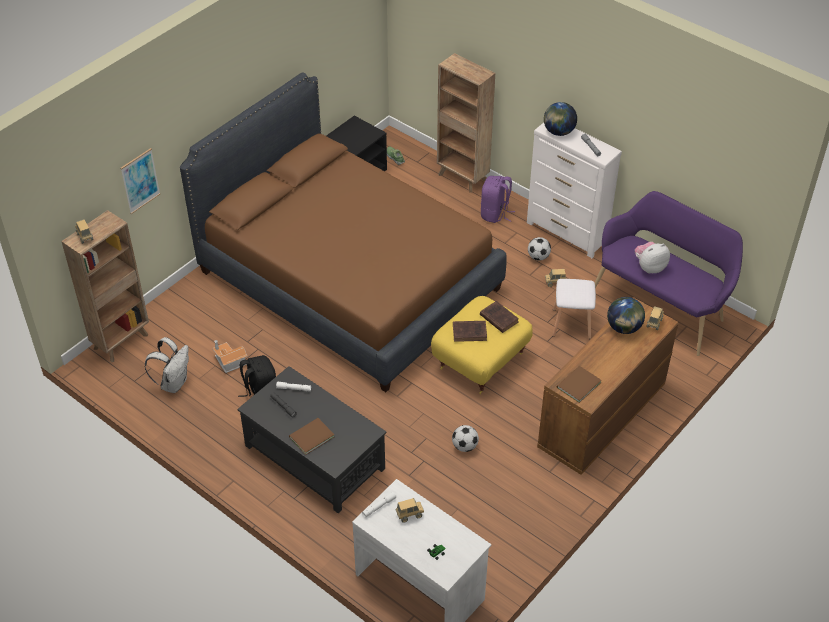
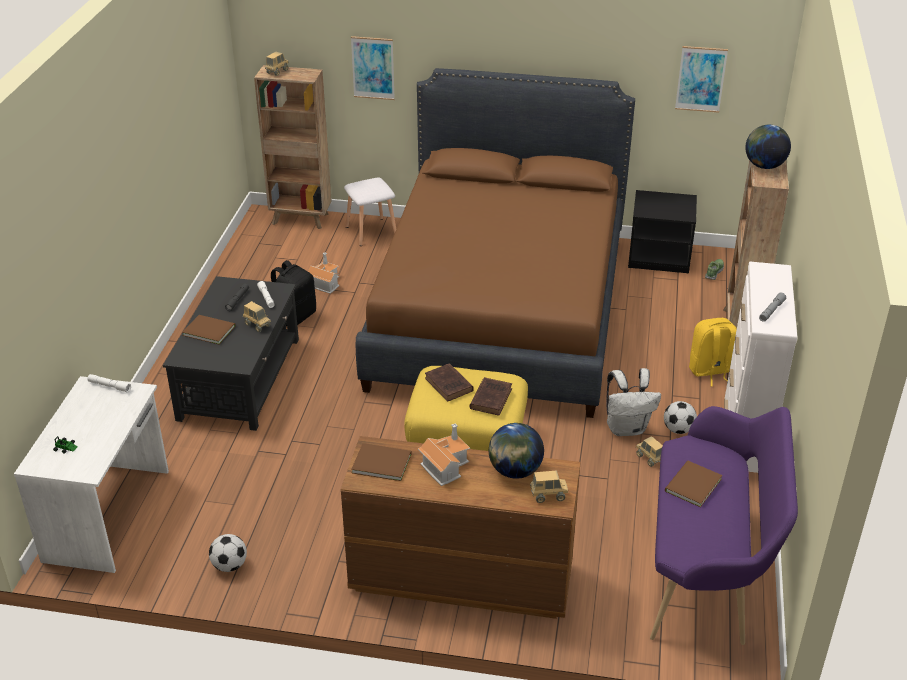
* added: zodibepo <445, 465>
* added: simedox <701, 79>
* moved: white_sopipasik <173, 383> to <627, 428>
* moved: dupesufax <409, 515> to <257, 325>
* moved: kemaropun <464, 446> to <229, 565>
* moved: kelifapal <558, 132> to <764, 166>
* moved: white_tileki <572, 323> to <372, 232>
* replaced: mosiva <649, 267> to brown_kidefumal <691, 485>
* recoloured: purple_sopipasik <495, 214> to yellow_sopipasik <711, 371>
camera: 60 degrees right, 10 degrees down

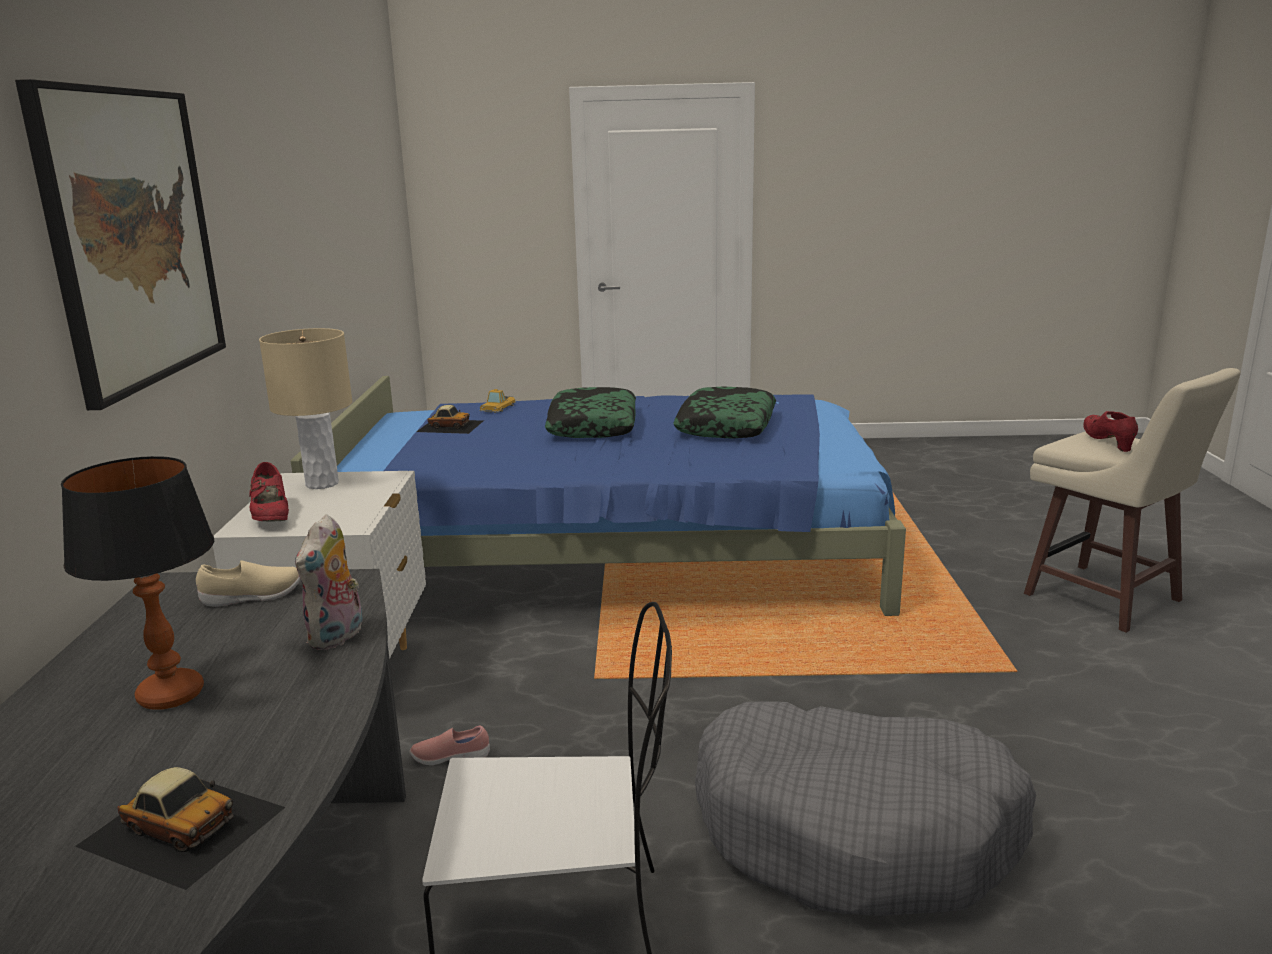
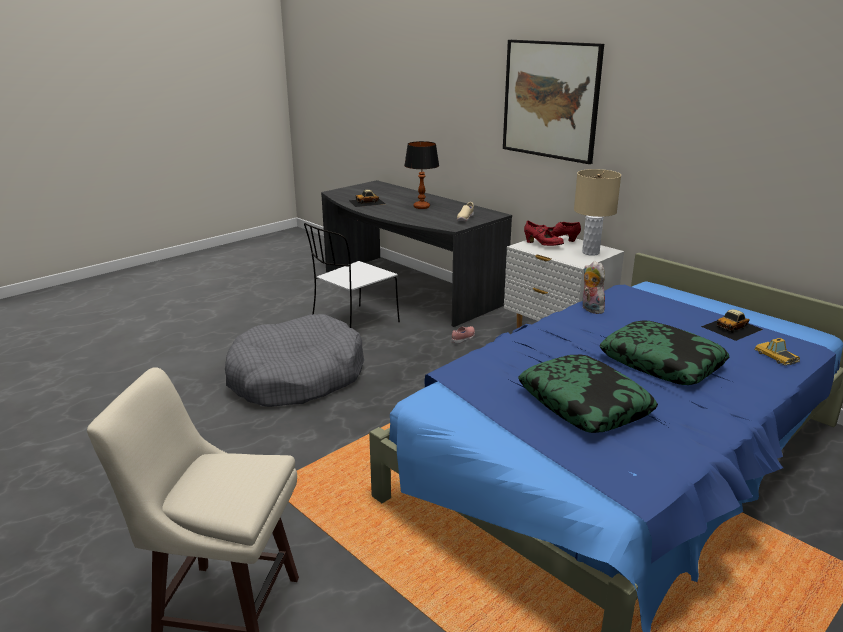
* moved: mosiva <338, 637> to <590, 309>
* moved: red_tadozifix <1108, 443> to <542, 245>
camera: 135 degrees right, 5 degrees up

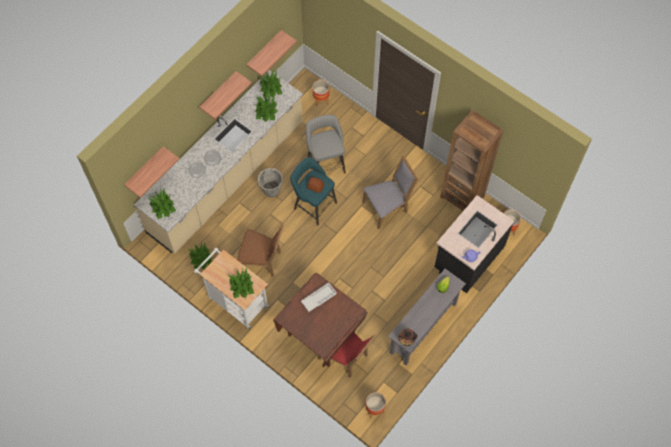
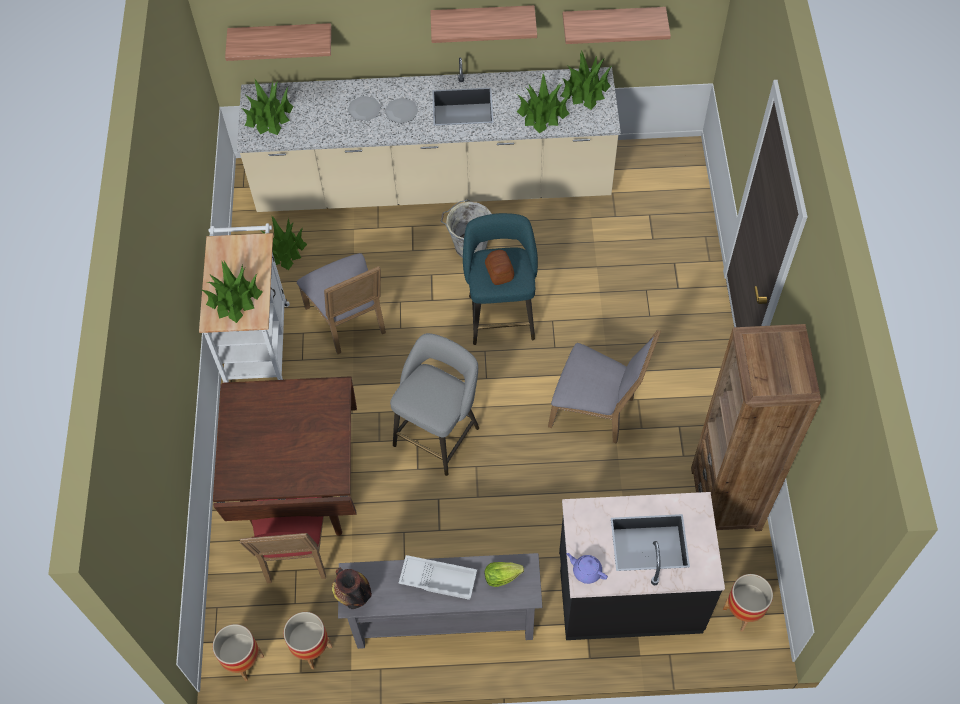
* moved: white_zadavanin <318, 298> to <439, 579>
* moved: grey_tileki <325, 162> to <439, 433>
* moved: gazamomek <321, 100> to <311, 649>
* recoloured: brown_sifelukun <262, 261> to grey_sifelukun <349, 322>
camera: 50 degrees right, 5 degrees down

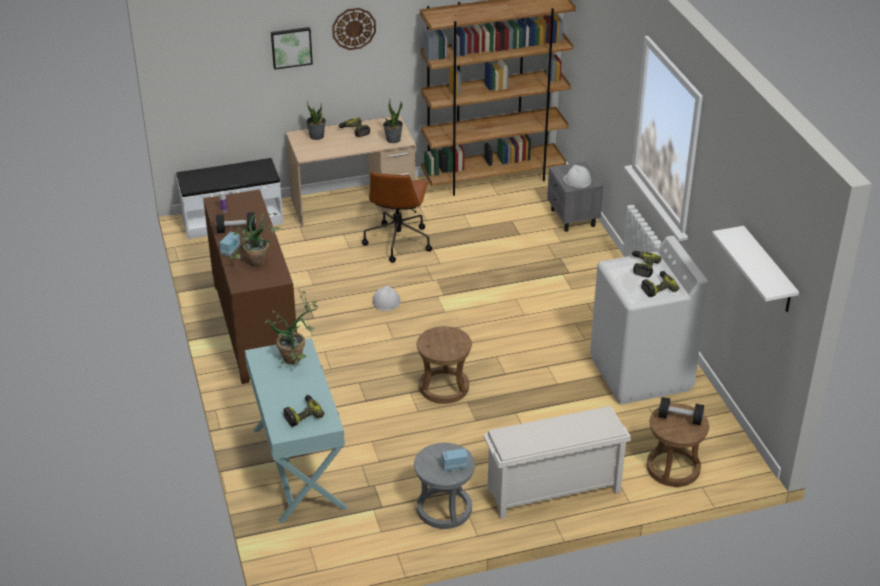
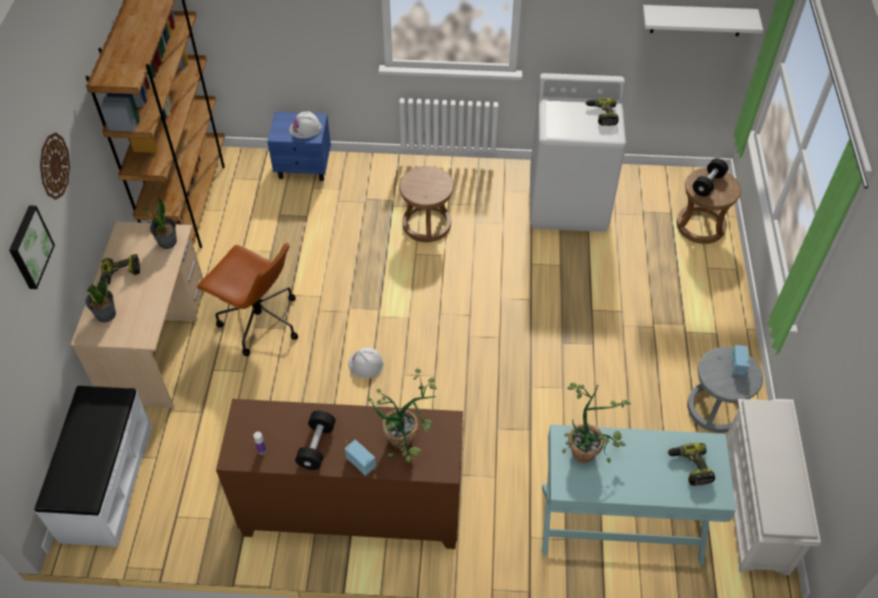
* removed: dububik <642, 267>
* moved: brown_tileki <444, 387> to <426, 224>
* moved: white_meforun <552, 491> to <755, 508>
* recoloured: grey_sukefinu <573, 218> to blue_sukefinu <304, 167>
camera: 70 degrees left, 15 degrees up

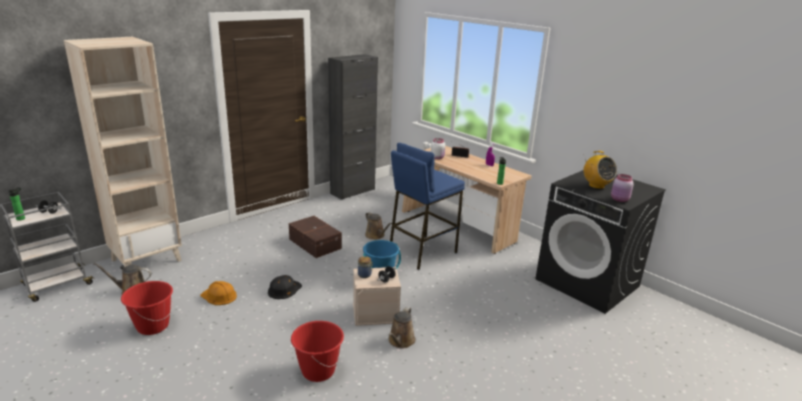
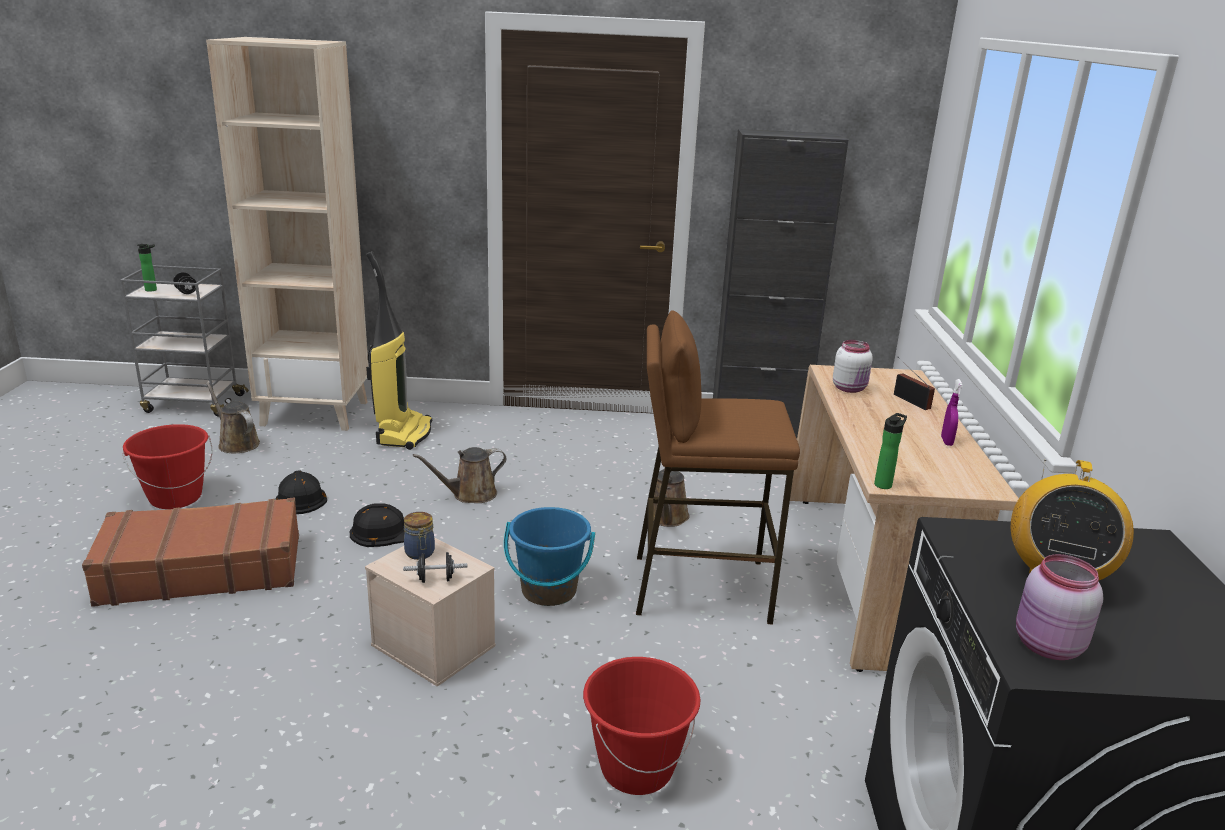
* removed: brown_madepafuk <315, 243>
* added: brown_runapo <202, 569>
* added: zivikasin <403, 433>
* moved: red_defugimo <318, 371> to <636, 768>
* moved: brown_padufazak <400, 341> to <470, 495>
* recoloured: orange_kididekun <219, 296> to black_kididekun <300, 498>
* recoloured: blue_tileki <422, 252> to brown_tileki <700, 587>
camera: 45 degrees right, 0 degrees up

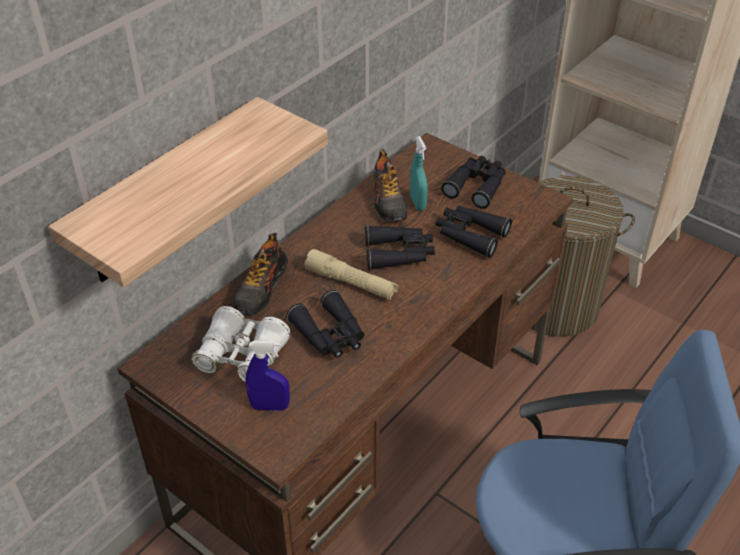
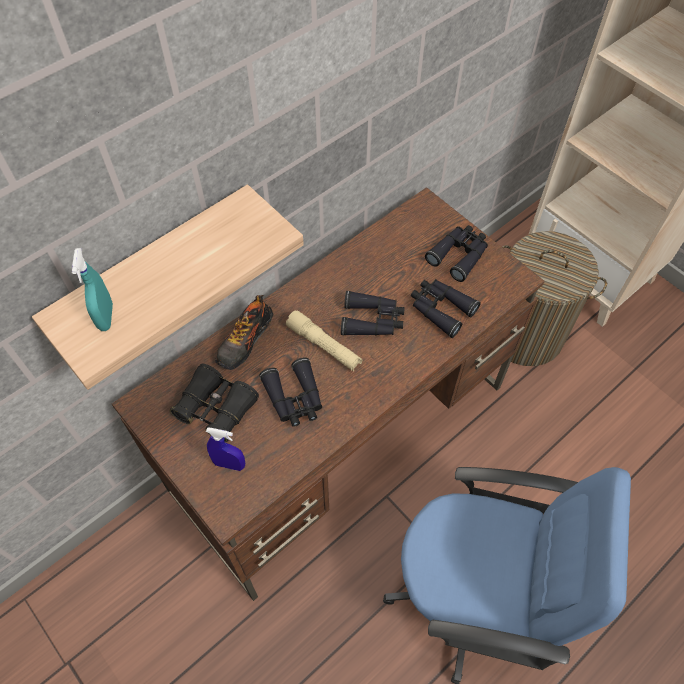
* removed: tadozifix <388, 201>
* moved: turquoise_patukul <417, 203> to <106, 317>
* recoloured: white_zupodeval <242, 356> to black_zupodeval <216, 408>
camera: 10 degrees right, 15 degrees up

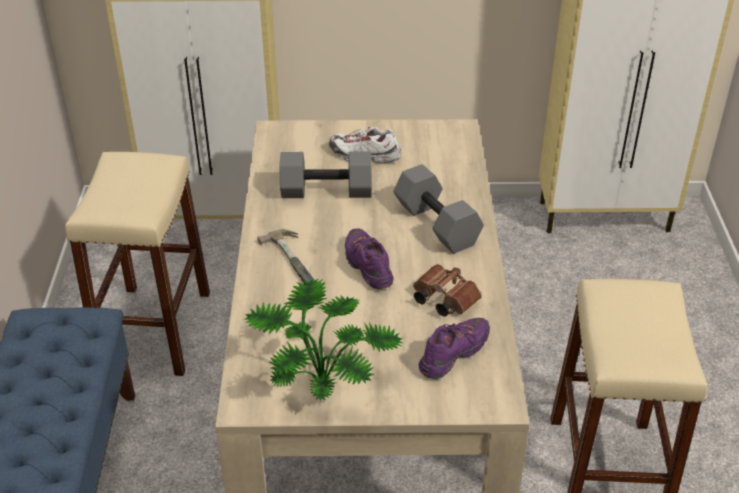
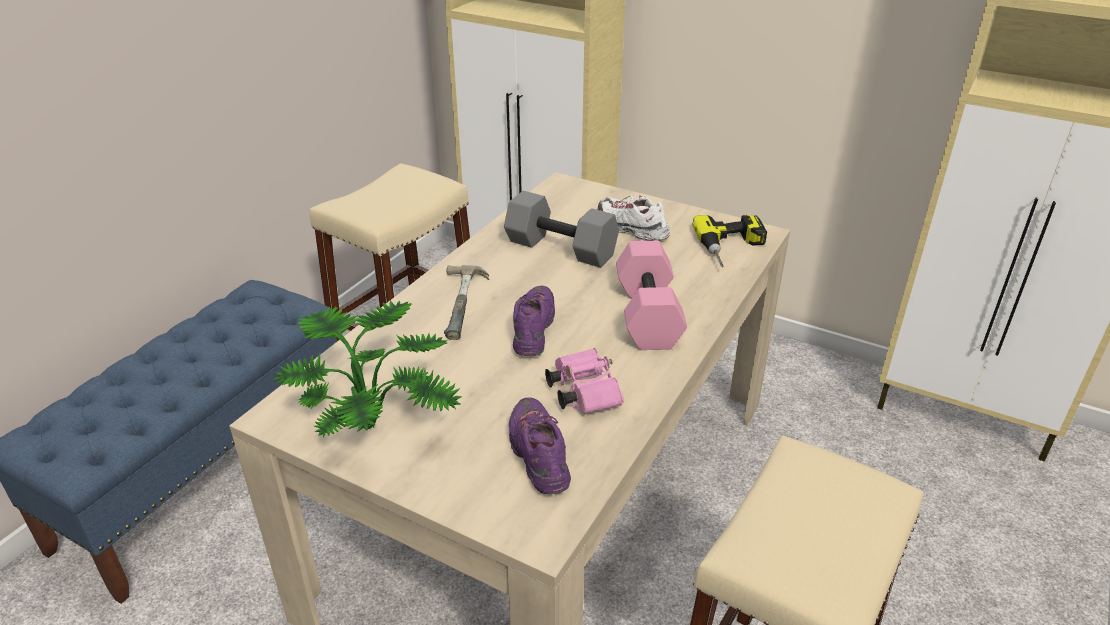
* added: dububik <733, 248>
* recoloured: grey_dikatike <434, 224> to pink_dikatike <645, 314>
* recoloured: brown_zupodeval <442, 299> to pink_zupodeval <582, 392>
* turned: purple_tadozifix <453, 354> = <538, 455> 90 degrees counterclockwise
camera: 30 degrees right, 5 degrees down

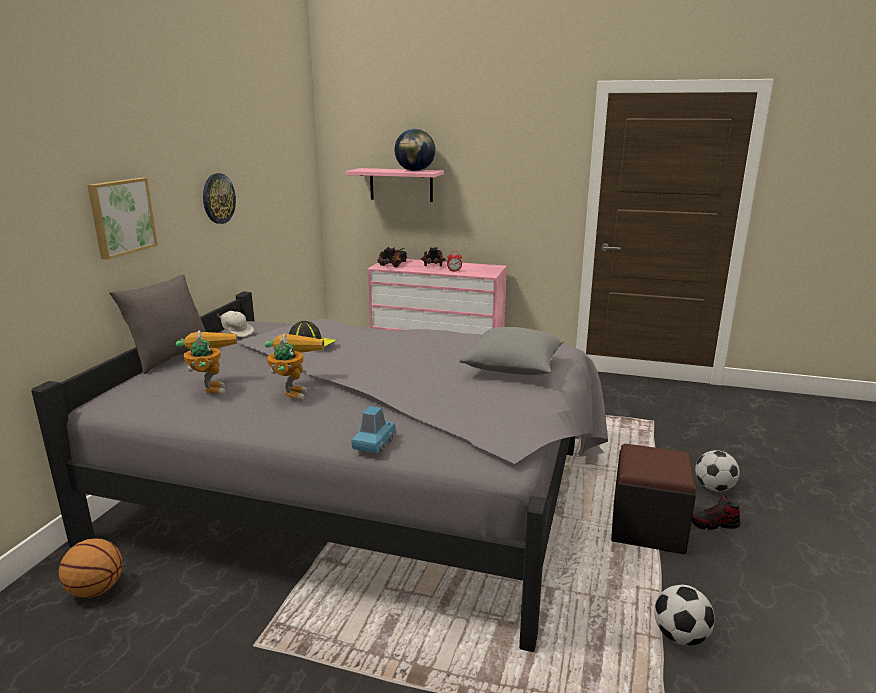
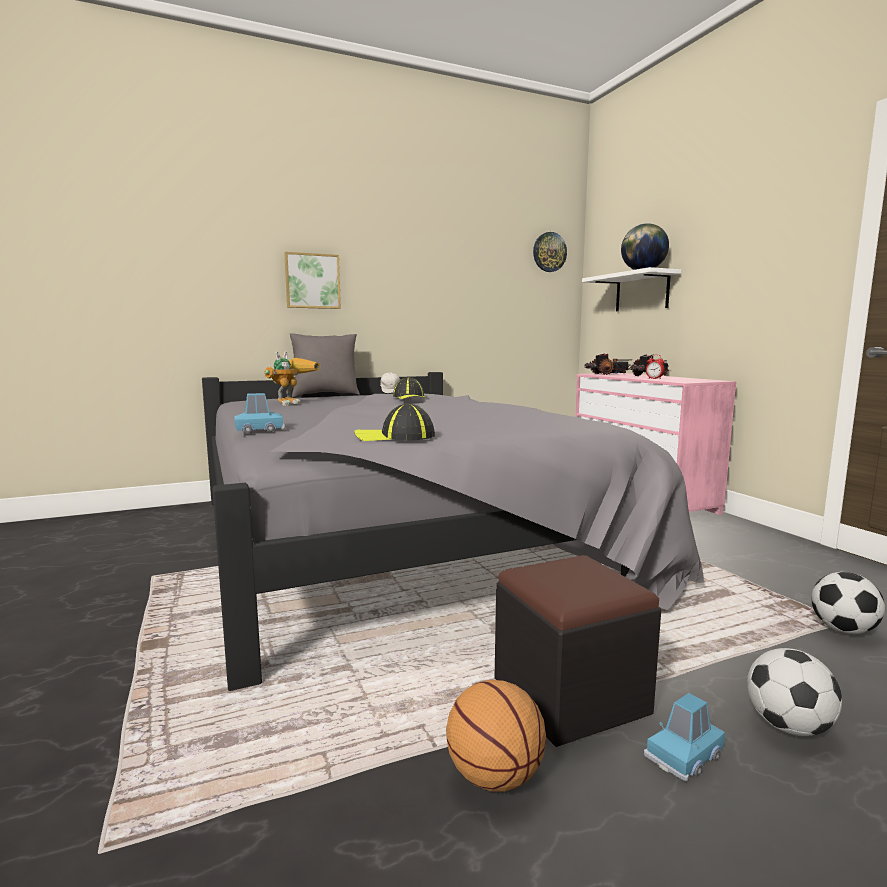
* removed: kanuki <293, 392>
* removed: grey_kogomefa <513, 369>
* added: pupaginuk <395, 437>
* moved: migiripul <96, 590> to <493, 776>
* moved: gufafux <218, 198> to <549, 252>
* moved: kemaropun <680, 636> to <843, 630>
* replaced: tadozifix <714, 524> to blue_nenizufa <684, 755>
* recoloured: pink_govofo <401, 185> to white_govofo <642, 292>
camera: 50 degrees right, 10 degrees down

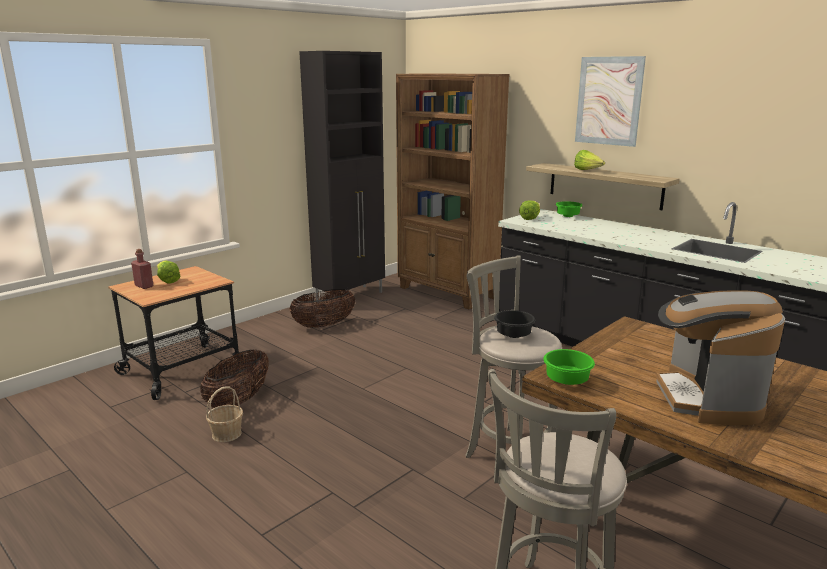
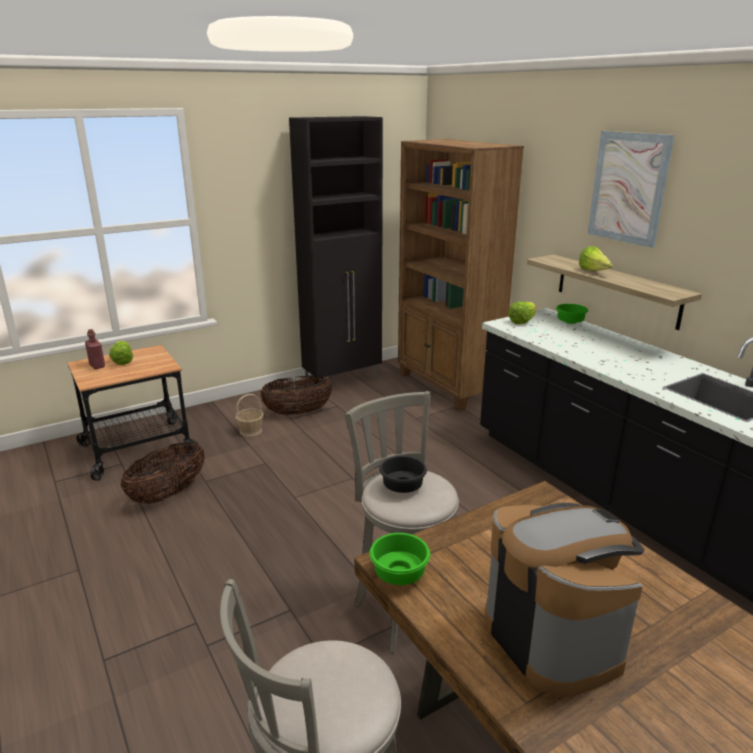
* moved: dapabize <227, 434> to <251, 431>
* turned: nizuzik <706, 398> = <553, 637> 135 degrees clockwise
camera: 15 degrees right, 5 degrees up

